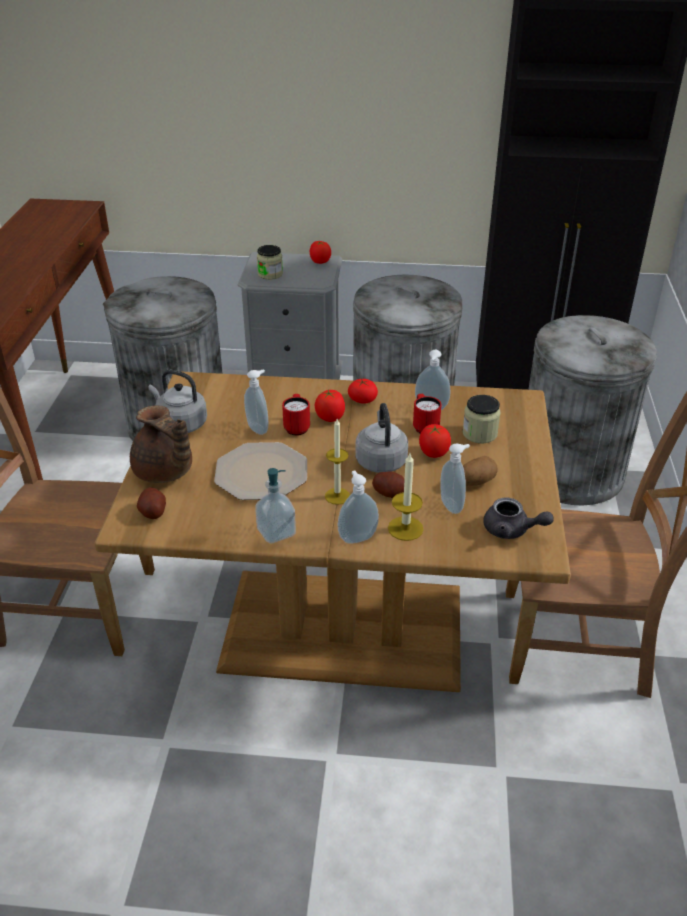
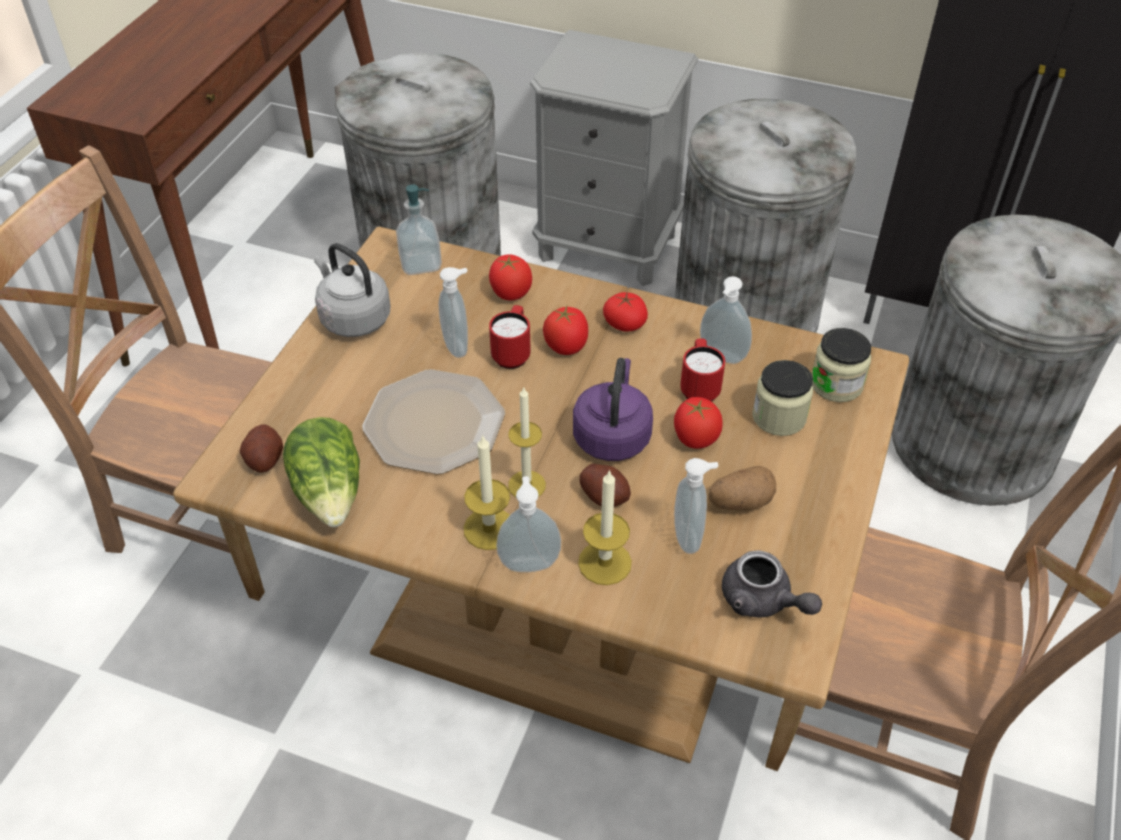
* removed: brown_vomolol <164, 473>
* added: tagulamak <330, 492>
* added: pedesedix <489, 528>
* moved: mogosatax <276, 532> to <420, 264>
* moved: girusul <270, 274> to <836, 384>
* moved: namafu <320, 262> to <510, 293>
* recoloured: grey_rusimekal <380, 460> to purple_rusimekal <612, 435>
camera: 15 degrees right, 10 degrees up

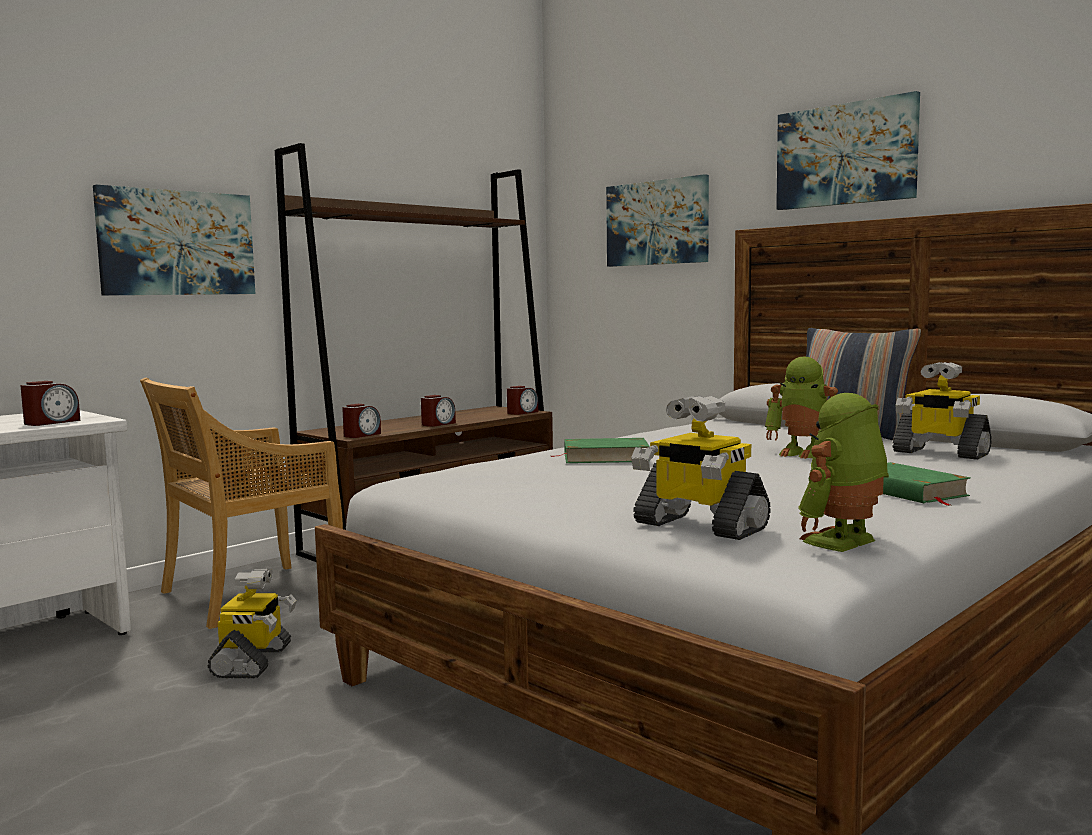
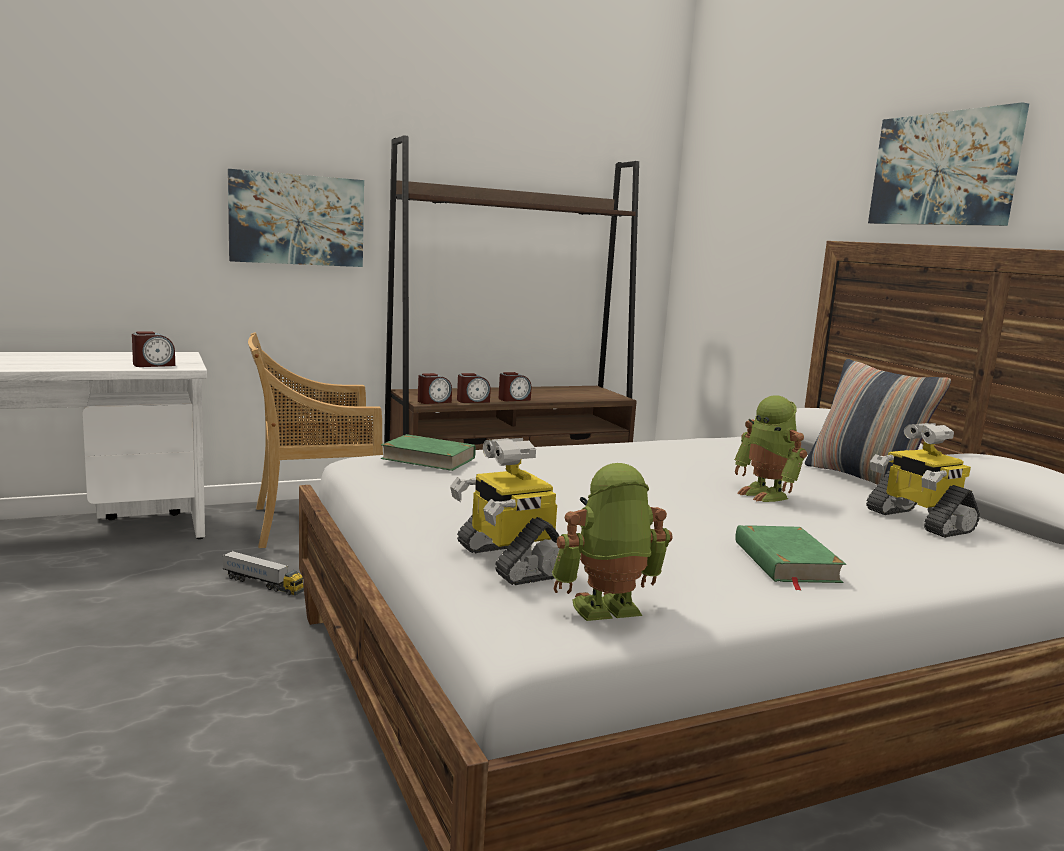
* removed: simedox <657, 223>
* moved: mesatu <522, 412> to <472, 401>
* moved: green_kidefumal <605, 457> to <428, 458>
* replaced: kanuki <253, 661> to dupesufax <263, 584>
camera: 20 degrees right, 5 degrees up

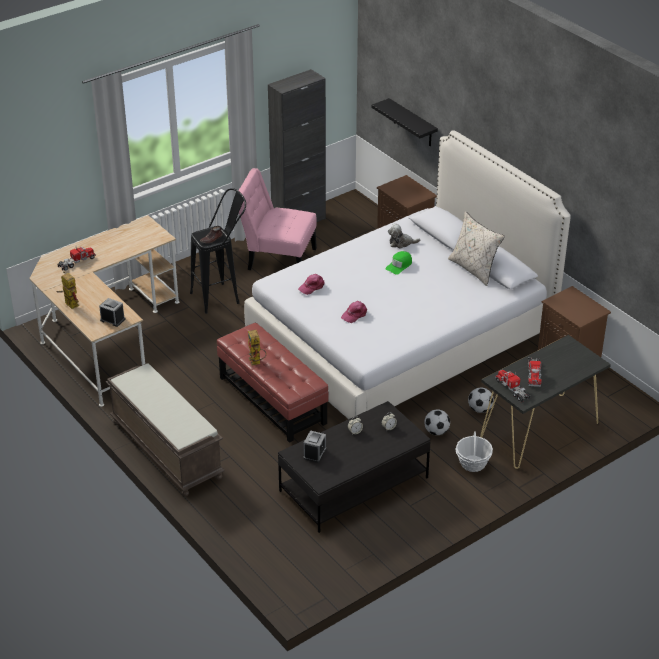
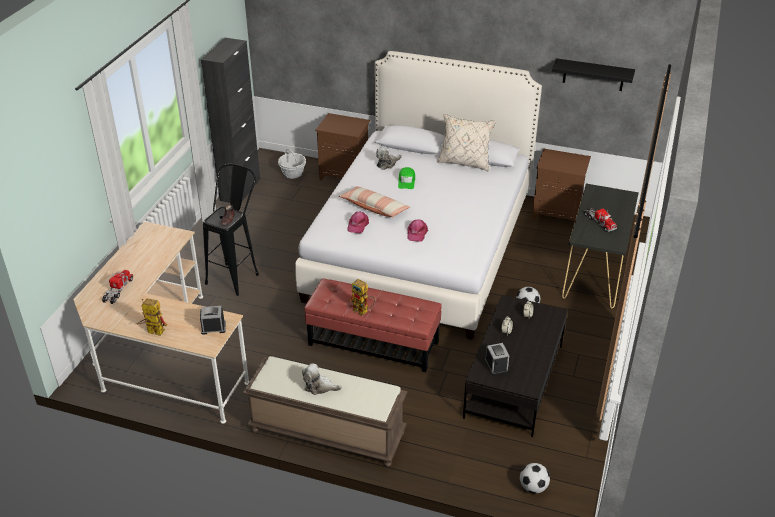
* removed: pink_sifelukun <277, 258>
* removed: dupesufax <512, 389>
* added: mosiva <319, 387>
* added: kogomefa <374, 208>
* moved: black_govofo <412, 123> to <593, 75>
* moved: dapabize <473, 463> to <293, 173>
* moved: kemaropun <480, 409> to <533, 487>
camera: 35 degrees left, 0 degrees up

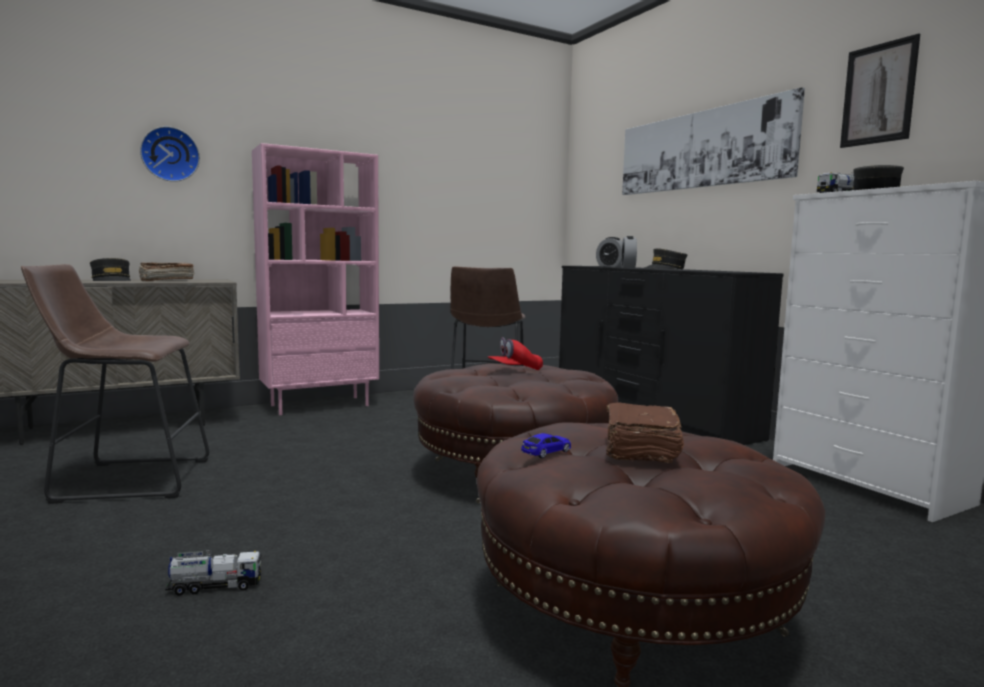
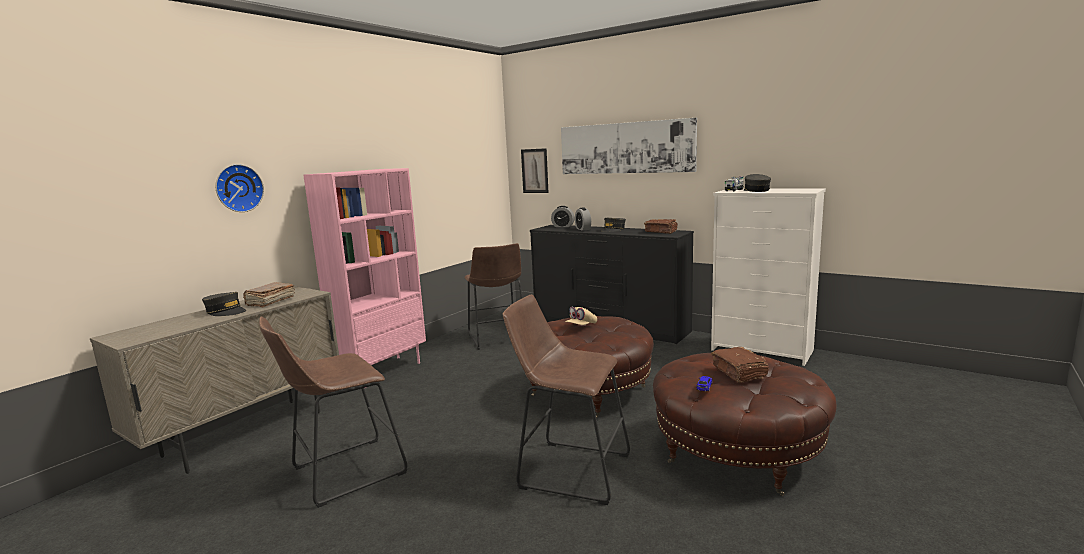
* removed: dupesufax <215, 586>
* added: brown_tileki <568, 469>
* added: brown_kidefumal <661, 232>
* moved: simedox <878, 94> to <535, 171>
* recoloured: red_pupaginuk <515, 370> to beige_pupaginuk <581, 326>
camera: 25 degrees left, 5 degrees up

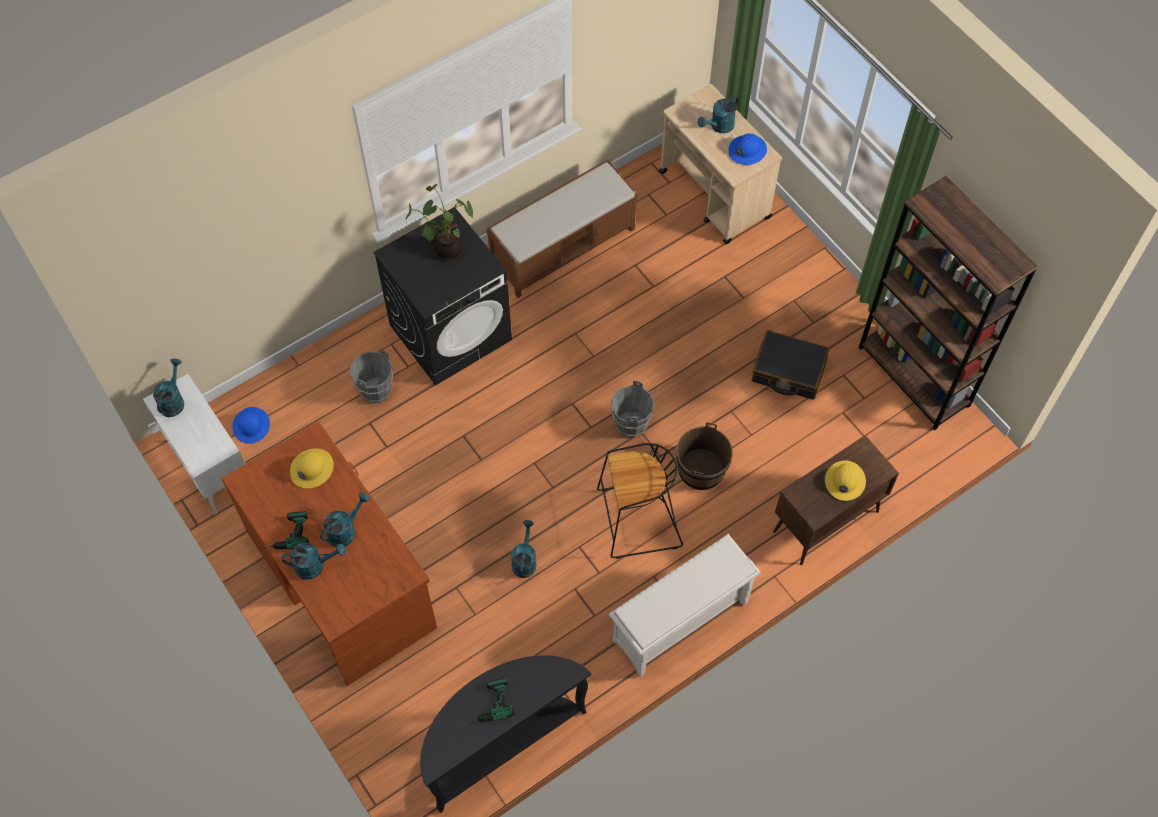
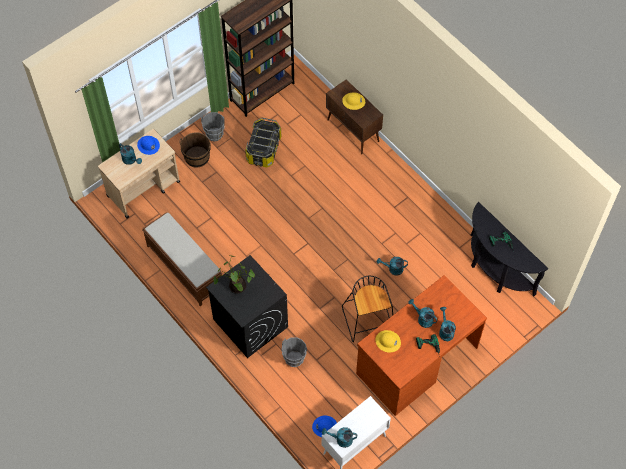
* removed: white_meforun <680, 623>
* moved: black_tileki <637, 520> to <368, 320>
* moved: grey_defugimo <630, 424> to <214, 135>
* moved: brown_defugimo <701, 470> to <197, 157>
* replaced: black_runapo <788, 371> to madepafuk <263, 149>
camera: 95 degrees left, 0 degrees up

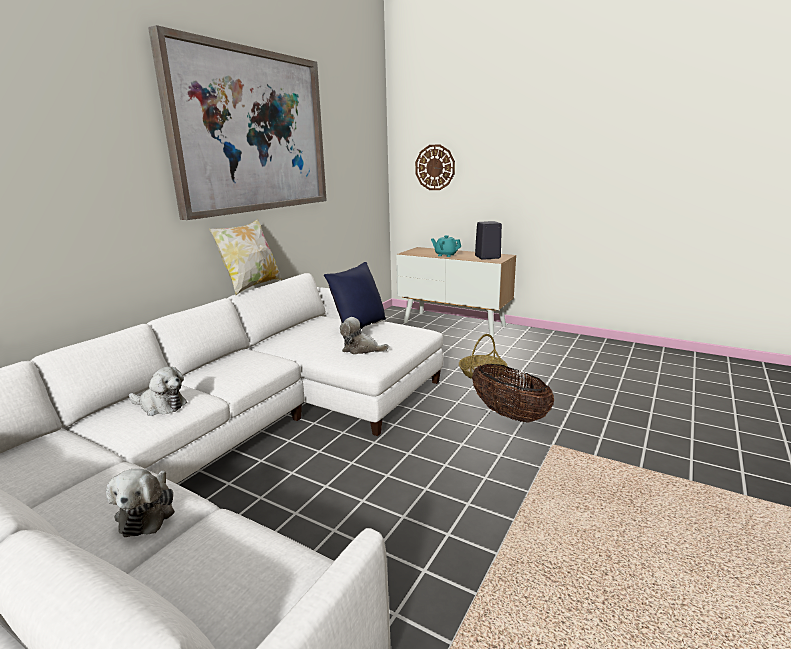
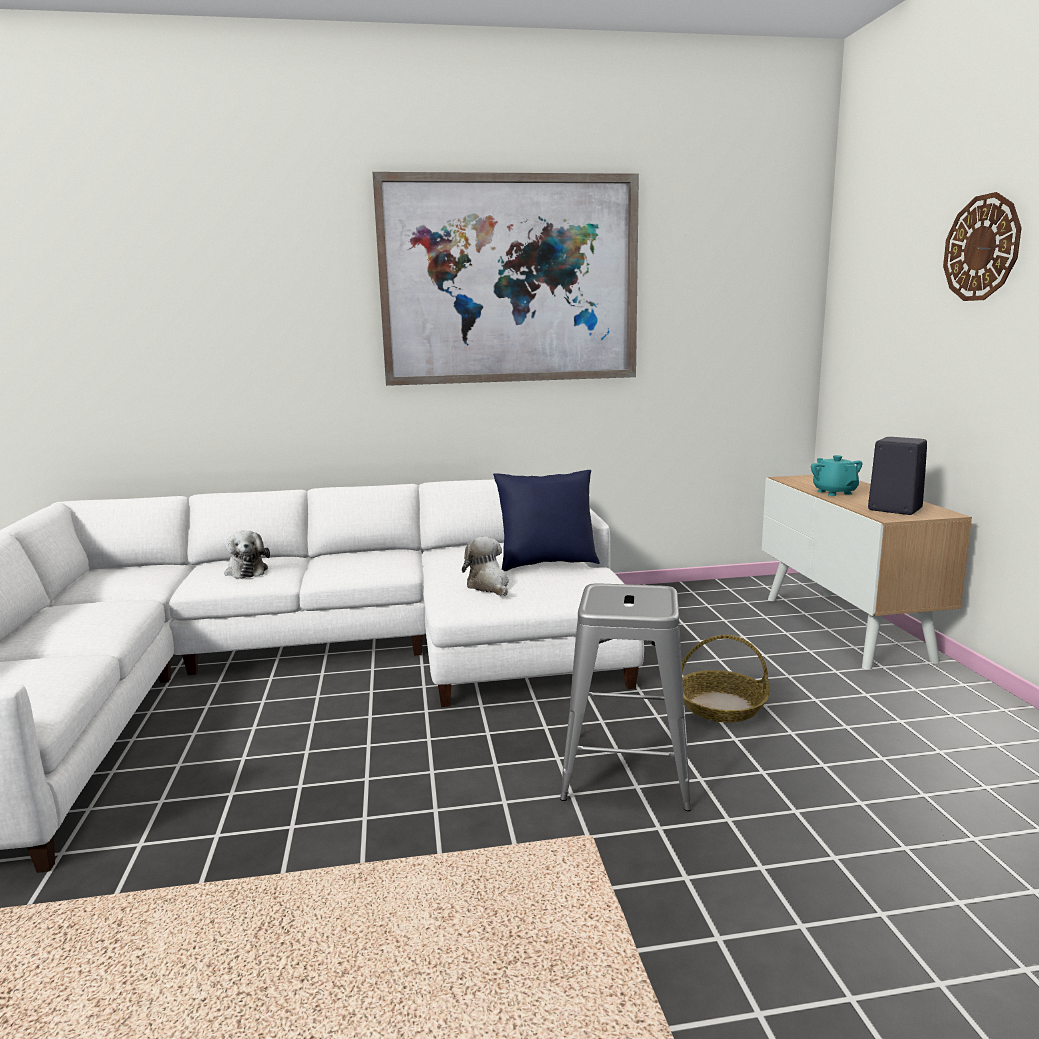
* removed: mosiva <148, 512>
* removed: kogomefa <251, 286>
* moved: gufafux <435, 167> to <981, 248>
* replaced: dapabize <509, 415> to grey_tileki <627, 770>
camera: 50 degrees right, 5 degrees down

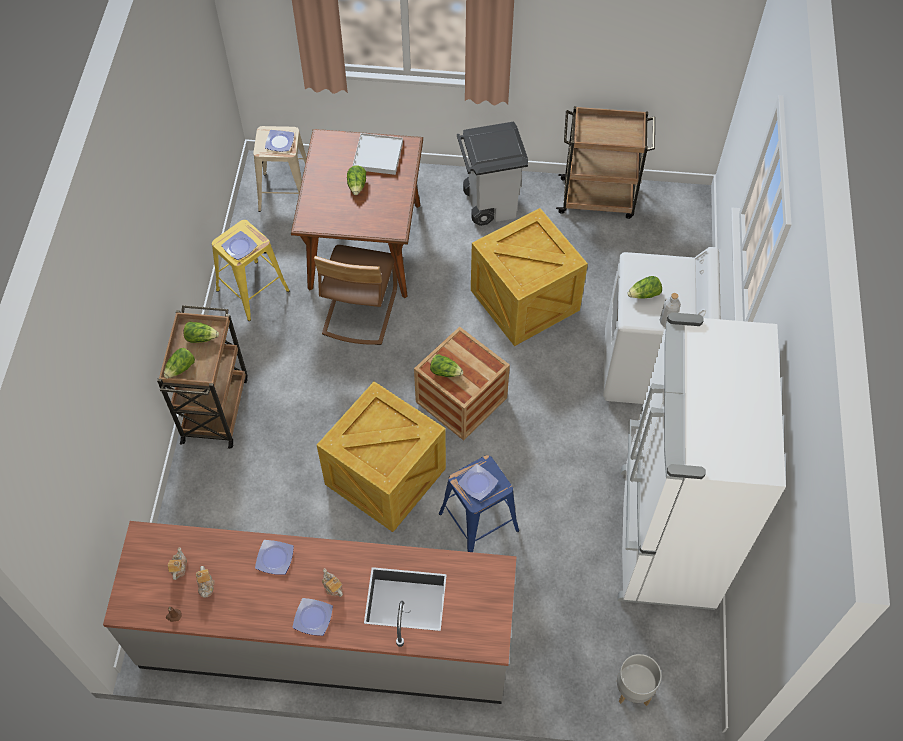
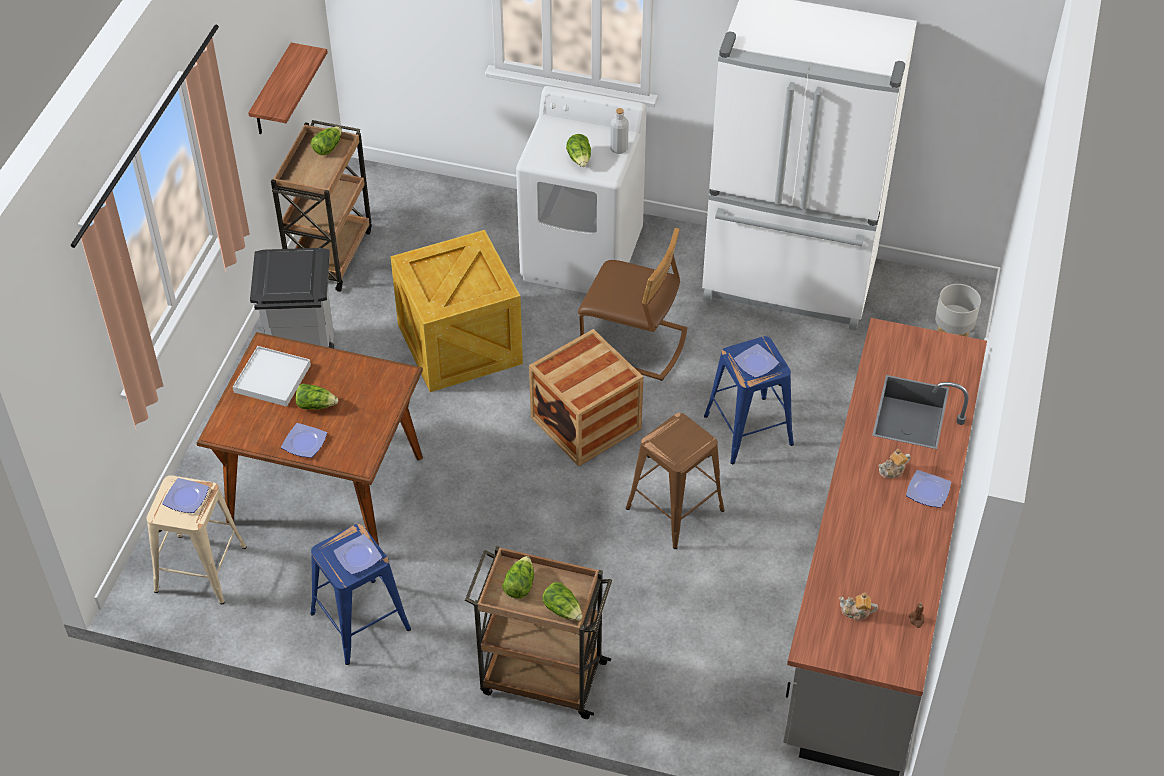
* removed: vomolol <206, 585>
* added: govofo <272, 92>
* moved: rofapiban <275, 558> to <304, 442>
* moved: brown_sifelukun <359, 311> to <634, 344>
* moved: tagulamak <445, 371> to <328, 147>
* replaced: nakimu <383, 476> to brown_tileki <675, 509>
* recoloured: yellow_tileki <252, 290> to blue_tileki <359, 621>
camera: 80 degrees left, 10 degrees down

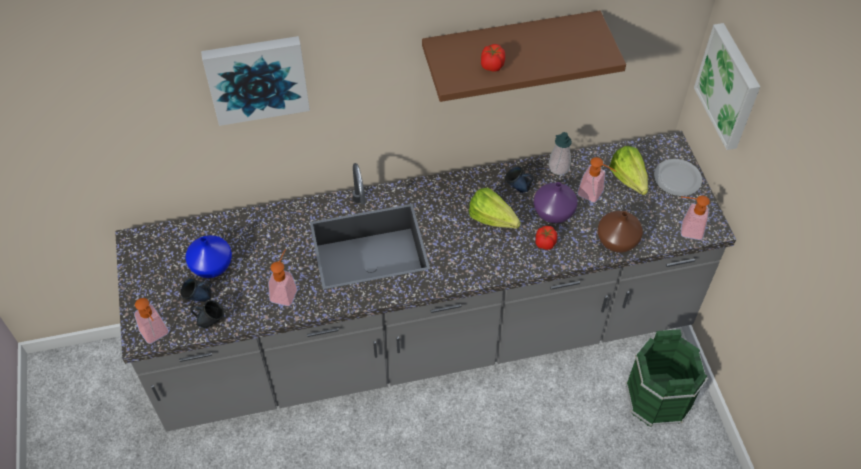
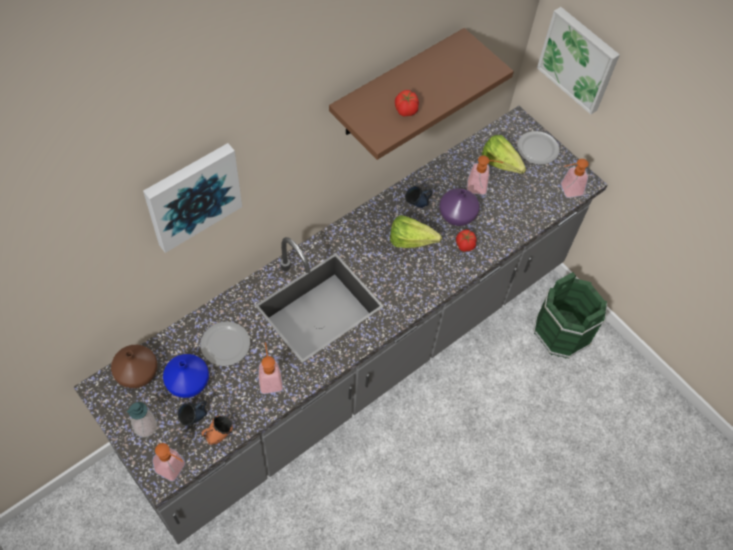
* added: rofapiban <224, 345>
* moved: mogosatax <558, 167> to <145, 427>
* moved: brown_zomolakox <617, 240> to <137, 372>
* recoloured: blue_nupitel <211, 322> to orange_nupitel <218, 436>
camera: 30 degrees left, 5 degrees up

